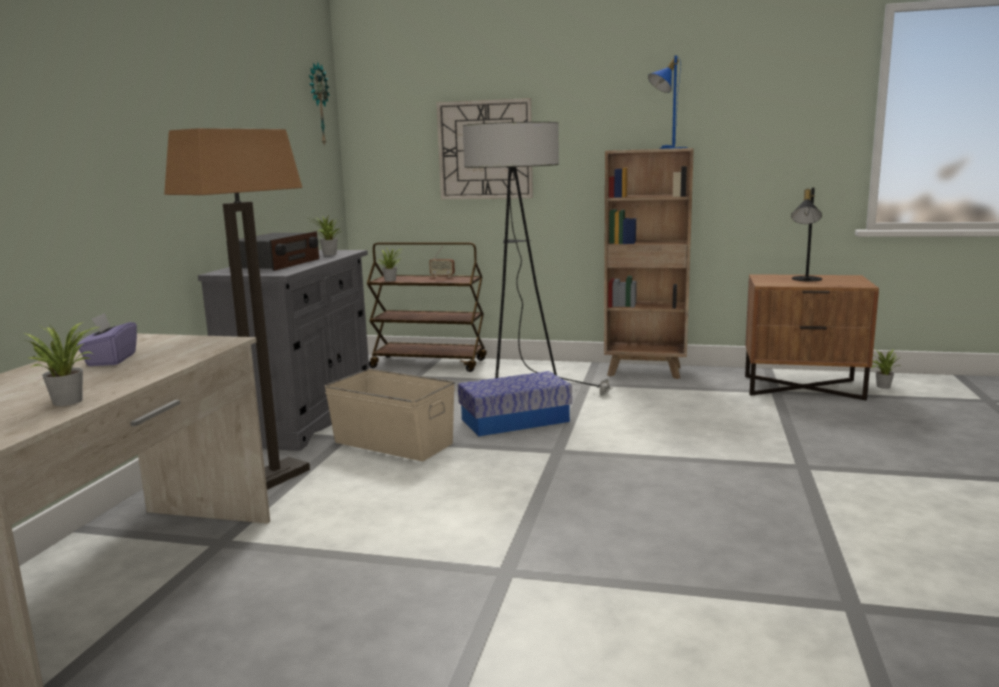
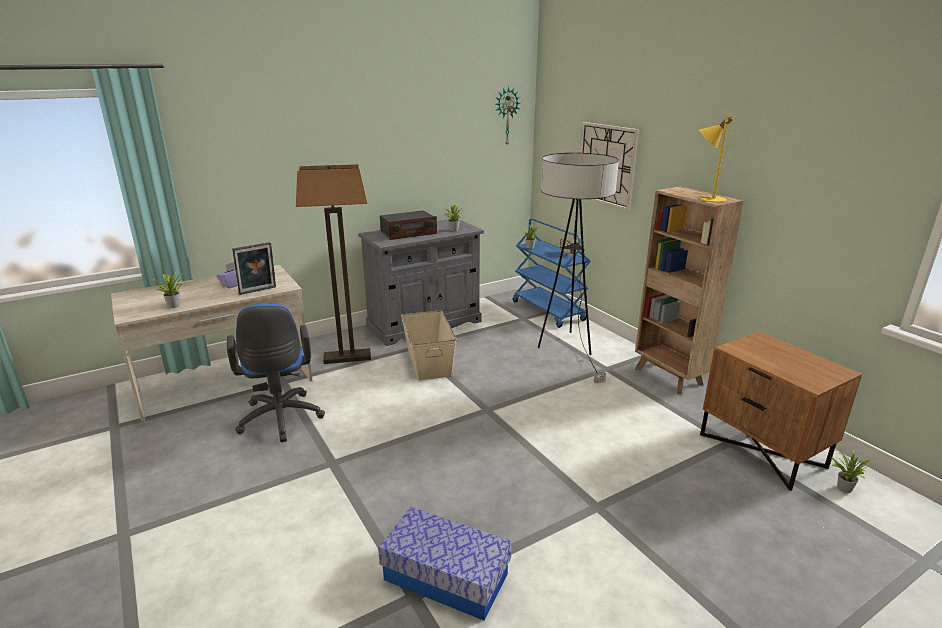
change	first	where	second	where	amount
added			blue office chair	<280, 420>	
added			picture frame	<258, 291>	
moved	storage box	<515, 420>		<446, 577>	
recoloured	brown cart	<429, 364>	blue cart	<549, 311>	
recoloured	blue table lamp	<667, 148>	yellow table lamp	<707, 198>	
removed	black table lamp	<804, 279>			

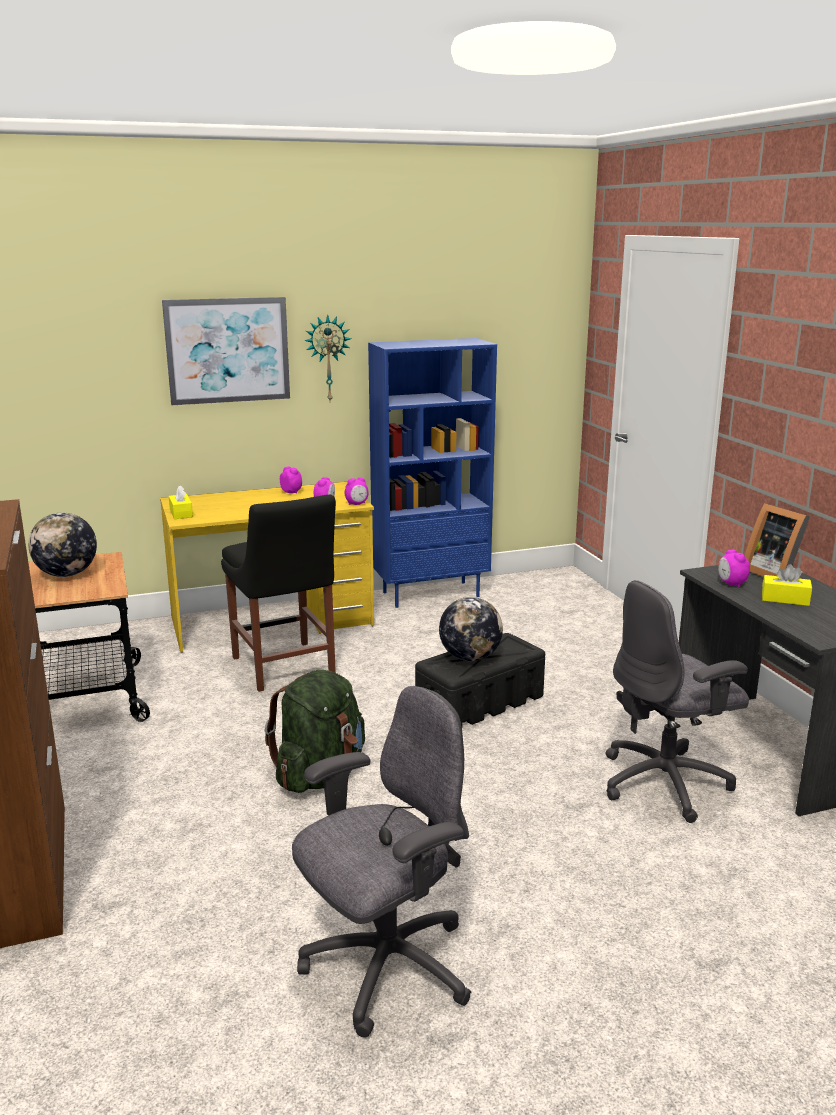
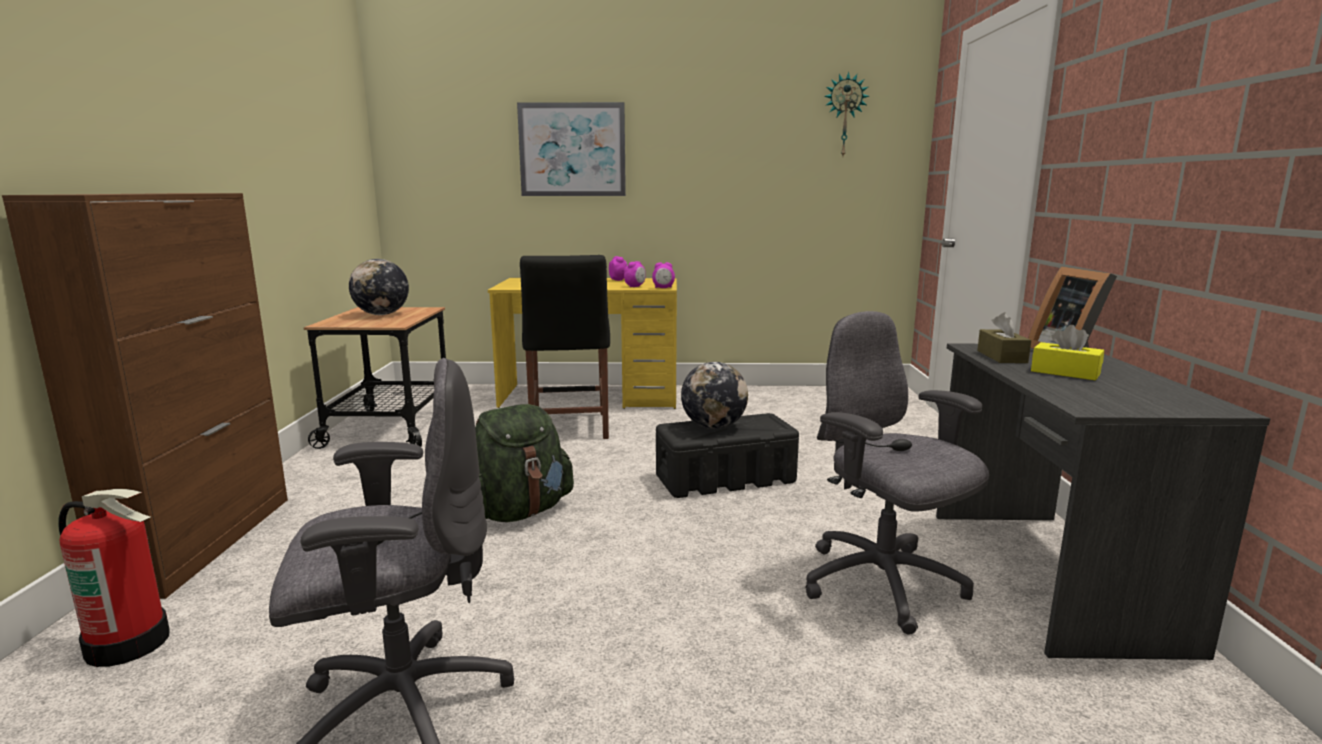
change	first	where	second	where	amount
added			fire extinguisher	<129, 643>	
turned	grey office chair	<666, 783>		<883, 585>	60 degrees clockwise
moved	wall clock	<327, 358>		<844, 115>	
replaced	alarm clock	<731, 584>	brown tissue box	<1001, 356>	
removed	yellow tissue box	<181, 513>			
removed	blue bookcase	<431, 594>			

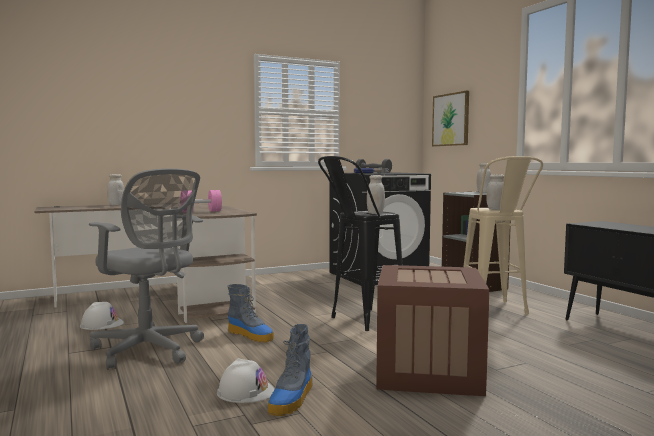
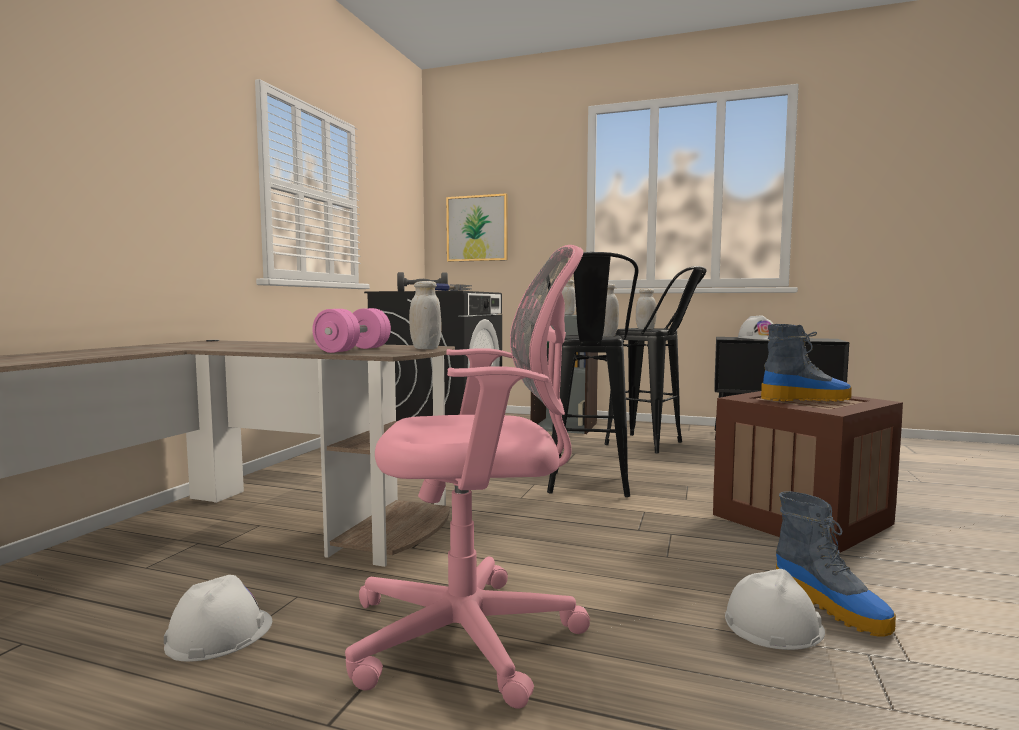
change	first	where	second	where	amount
recoloured	grey office chair	<149, 351>	pink office chair	<475, 636>	
moved	white jar	<116, 205>		<425, 348>	
recoloured	beige stool	<497, 311>	black stool	<655, 445>	
added			white hard hat	<758, 338>	
moved	boot	<251, 335>		<805, 399>	

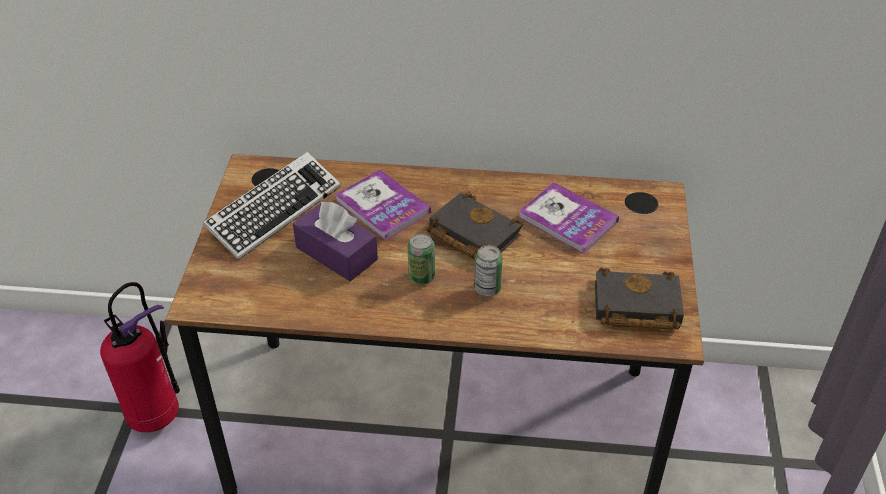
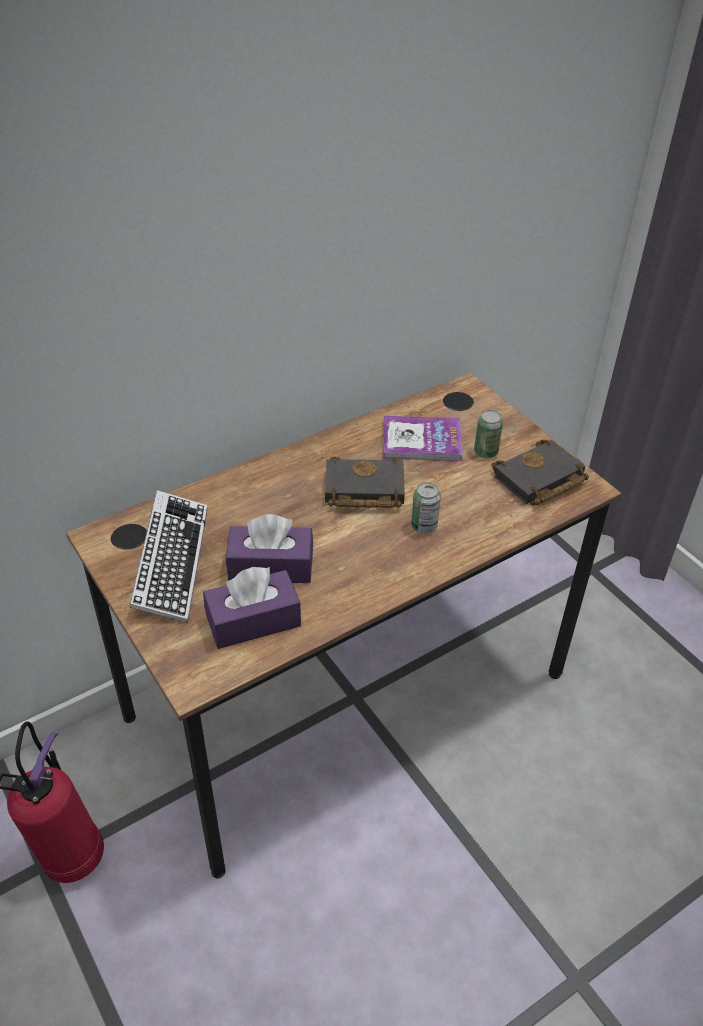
change	first	where	second	where	amount
added			purple tissue box	<253, 621>	
moved	can	<421, 277>		<485, 452>	
removed	book	<382, 207>			

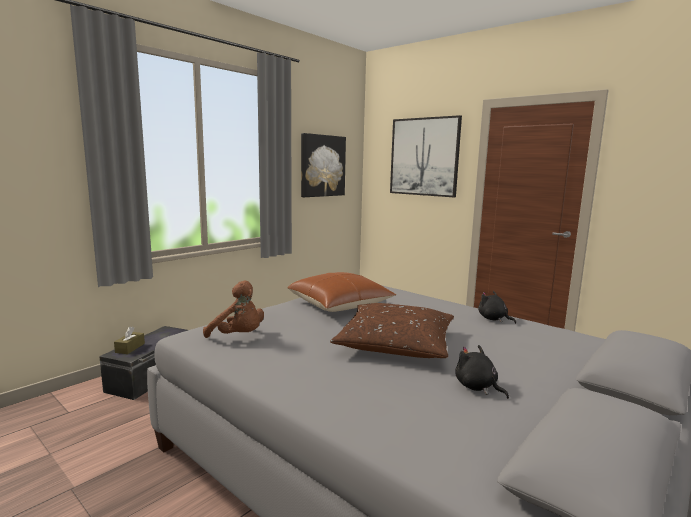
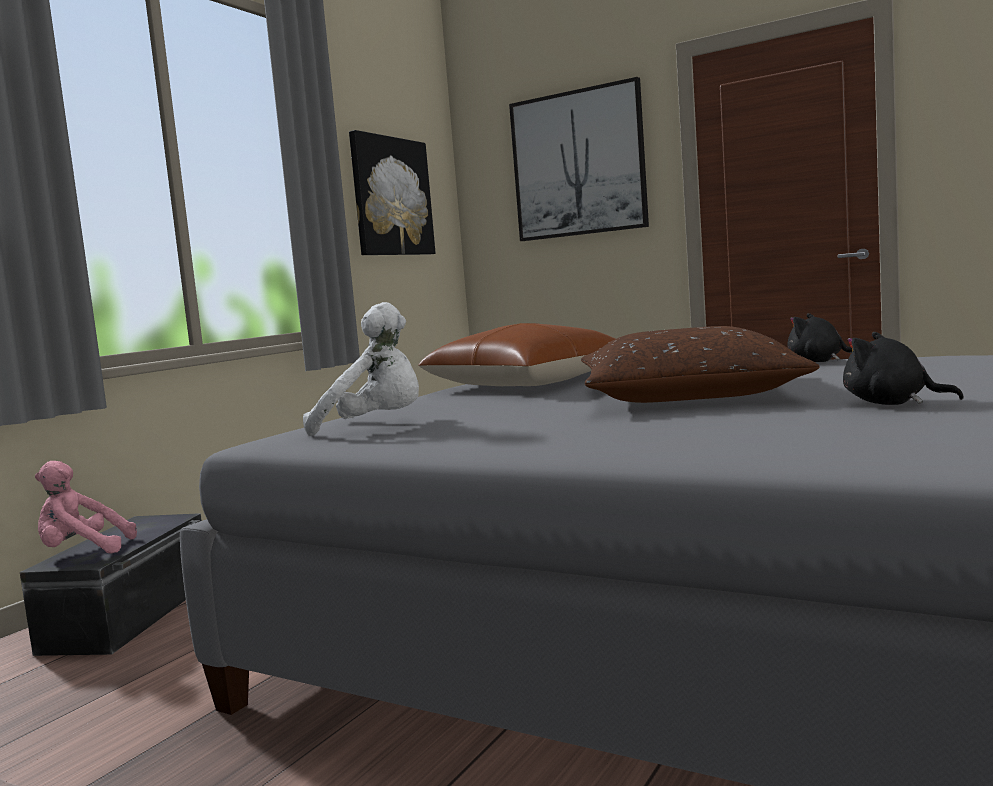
change	first	where	second	where	amount
replaced	brown tissue box	<130, 348>	pink plush toy	<82, 552>	
recoloured	brown plush toy	<238, 336>	white plush toy	<377, 427>	

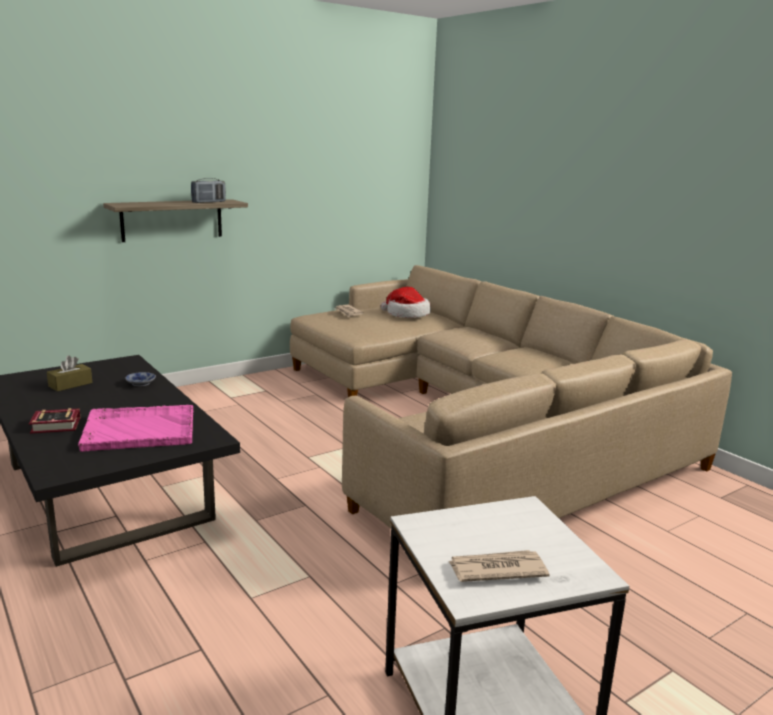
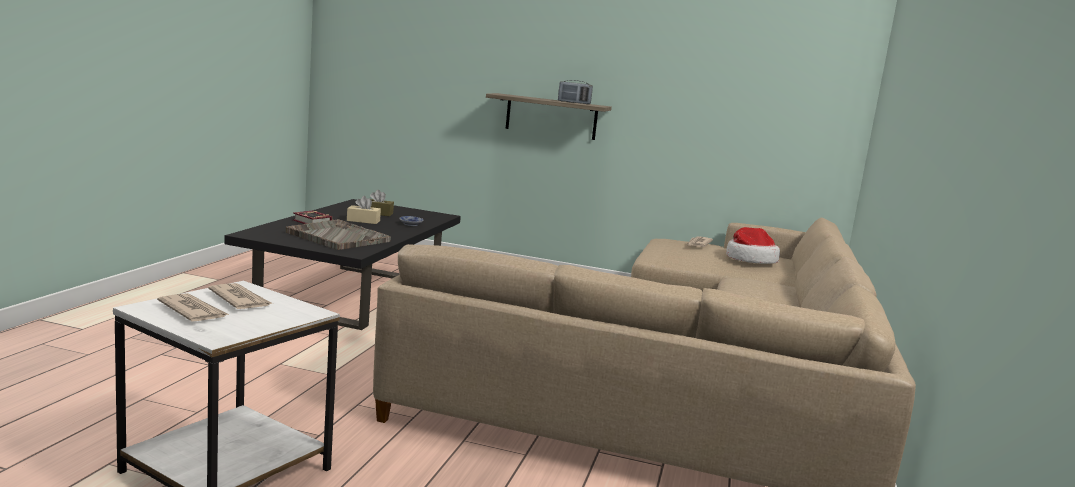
change	first	where	second	where	amount
added			newspaper	<240, 300>	
recoloured	pink tray	<138, 430>	grey tray	<337, 237>	
added			beige tissue box	<363, 221>	

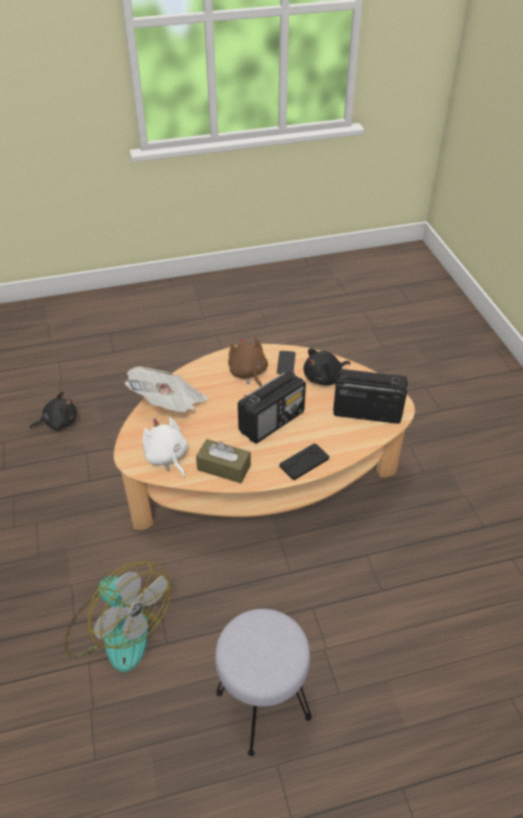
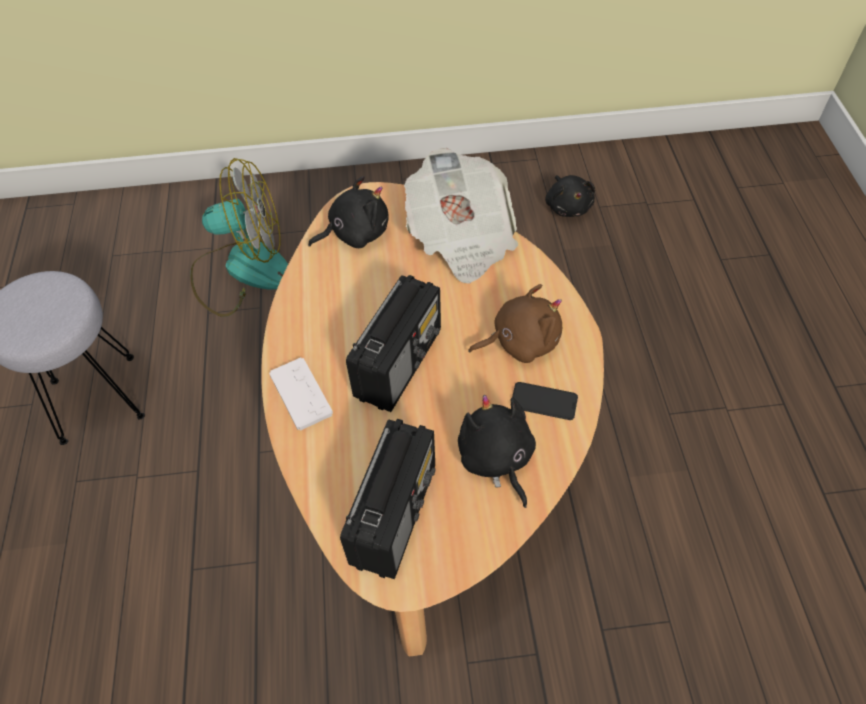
change	first	where	second	where	amount
turned	fan	<117, 628>		<242, 270>	150 degrees counterclockwise
recoloured	black game controller	<304, 462>	white game controller	<301, 394>	
recoloured	white plush toy	<167, 457>	black plush toy	<355, 233>	
turned	radio	<272, 421>		<399, 362>	120 degrees counterclockwise
removed	brown tissue box	<224, 467>			

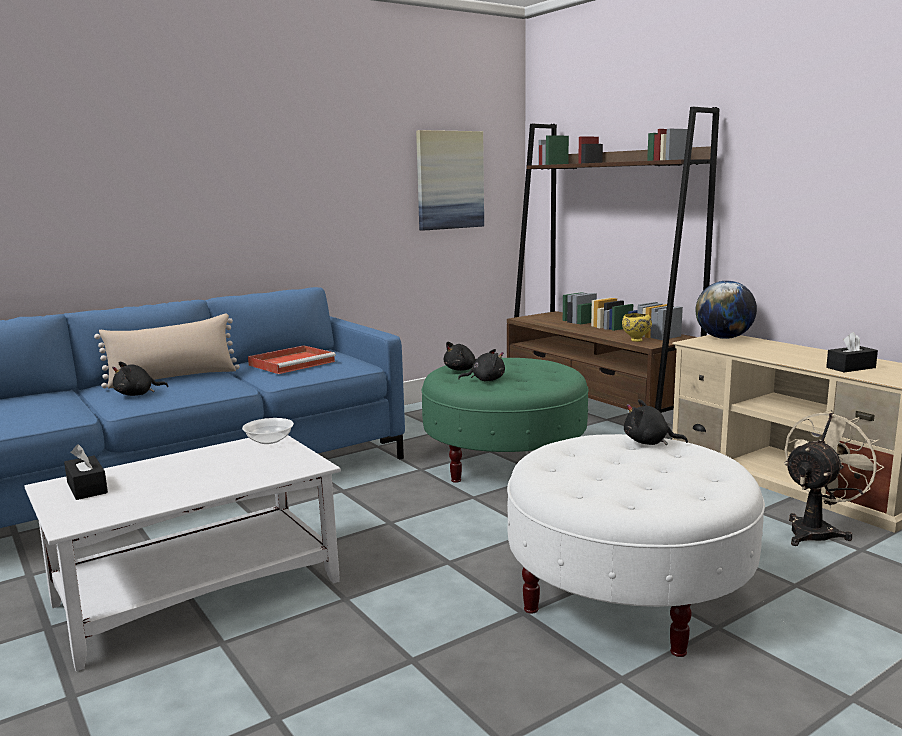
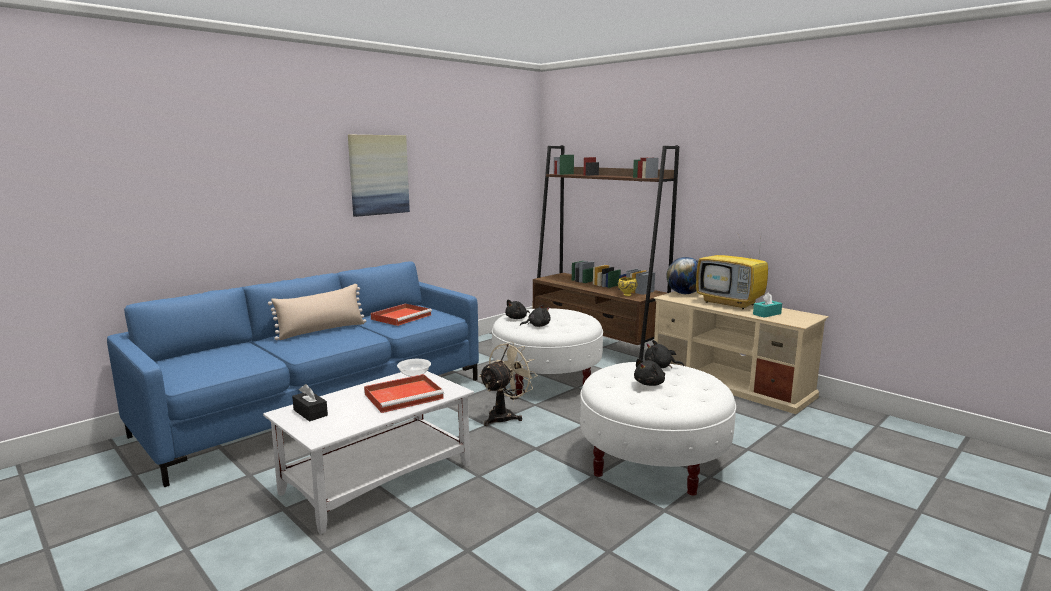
change	first	where	second	where	amount
moved	picture	<449, 180>		<378, 175>	
added			red tray	<405, 396>	
moved	beige fan	<817, 531>		<505, 416>	
recoloured	green ottoman	<505, 461>	white ottoman	<547, 379>	
moved	black plush toy	<137, 394>		<650, 384>	
added			television	<731, 303>	
recoloured	black tissue box	<850, 367>	turquoise tissue box	<767, 314>	

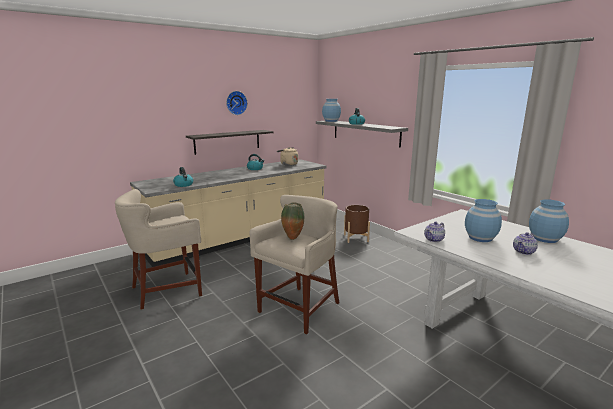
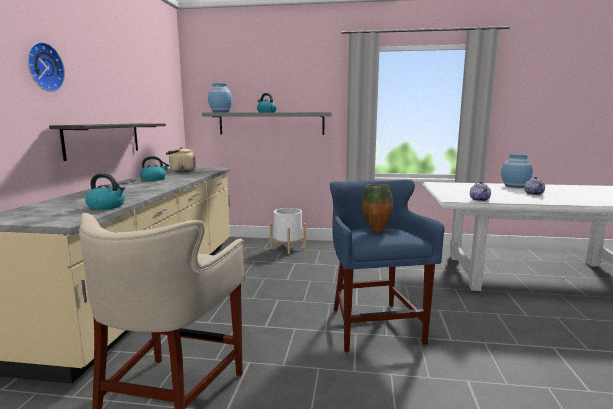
change	first	where	second	where	amount
moved	wall clock	<236, 103>		<43, 67>	
recoloured	brown planter	<356, 238>	white planter	<288, 248>	
recoloured	beige stool	<299, 309>	blue stool	<374, 327>	
removed	blue vase	<480, 238>			

